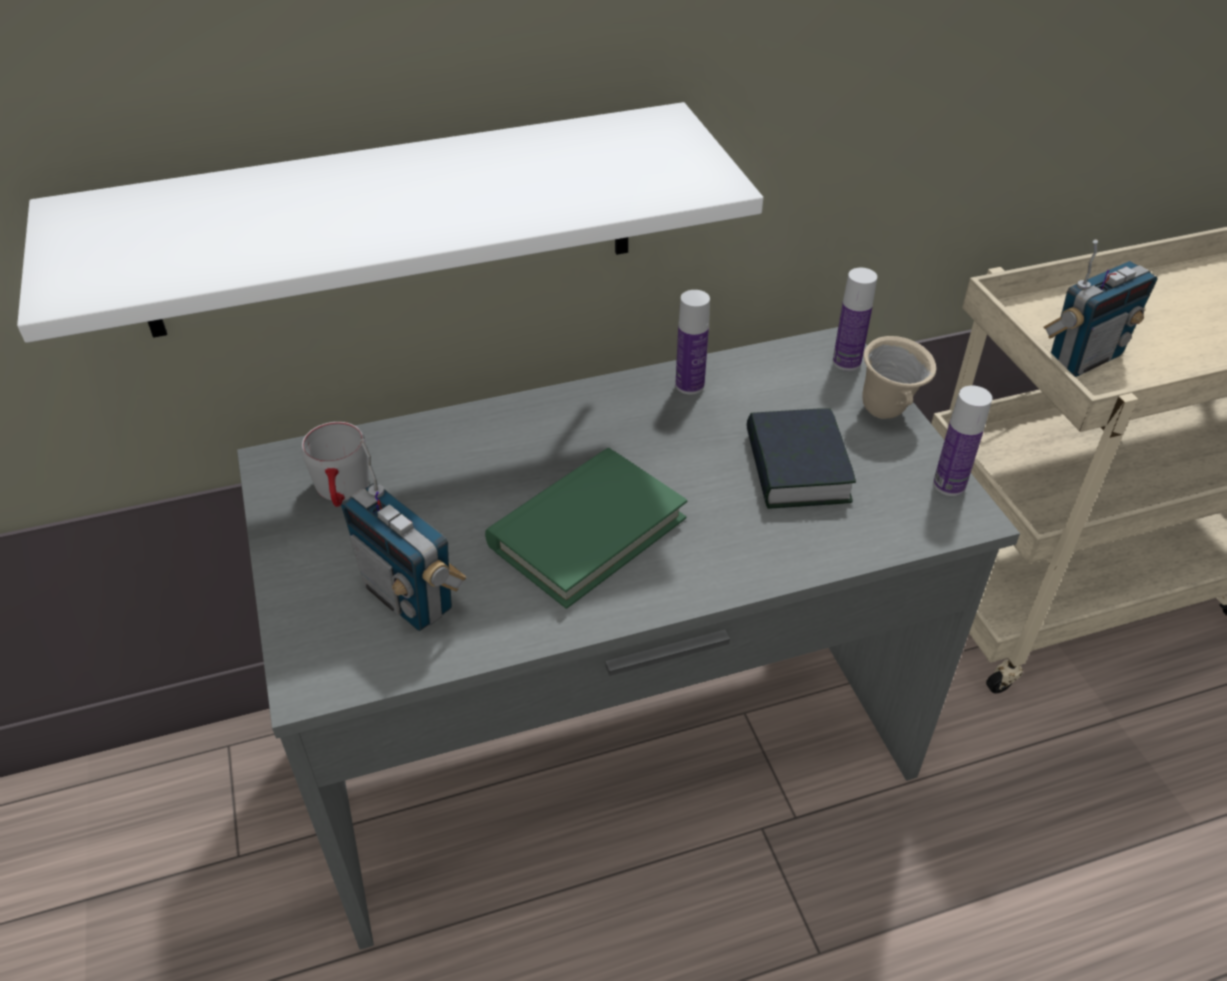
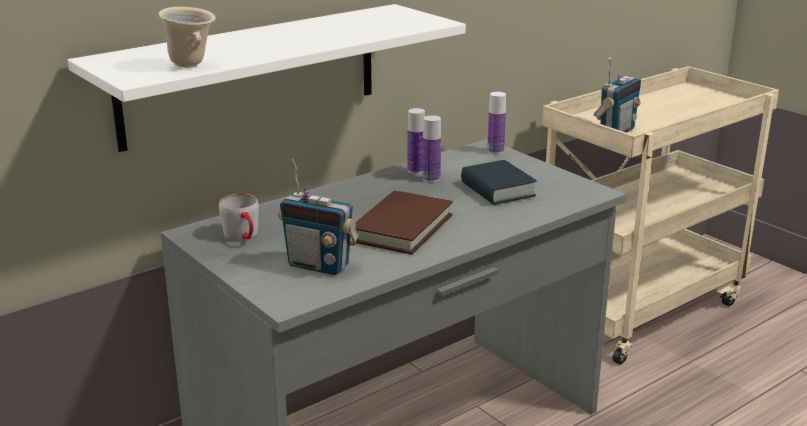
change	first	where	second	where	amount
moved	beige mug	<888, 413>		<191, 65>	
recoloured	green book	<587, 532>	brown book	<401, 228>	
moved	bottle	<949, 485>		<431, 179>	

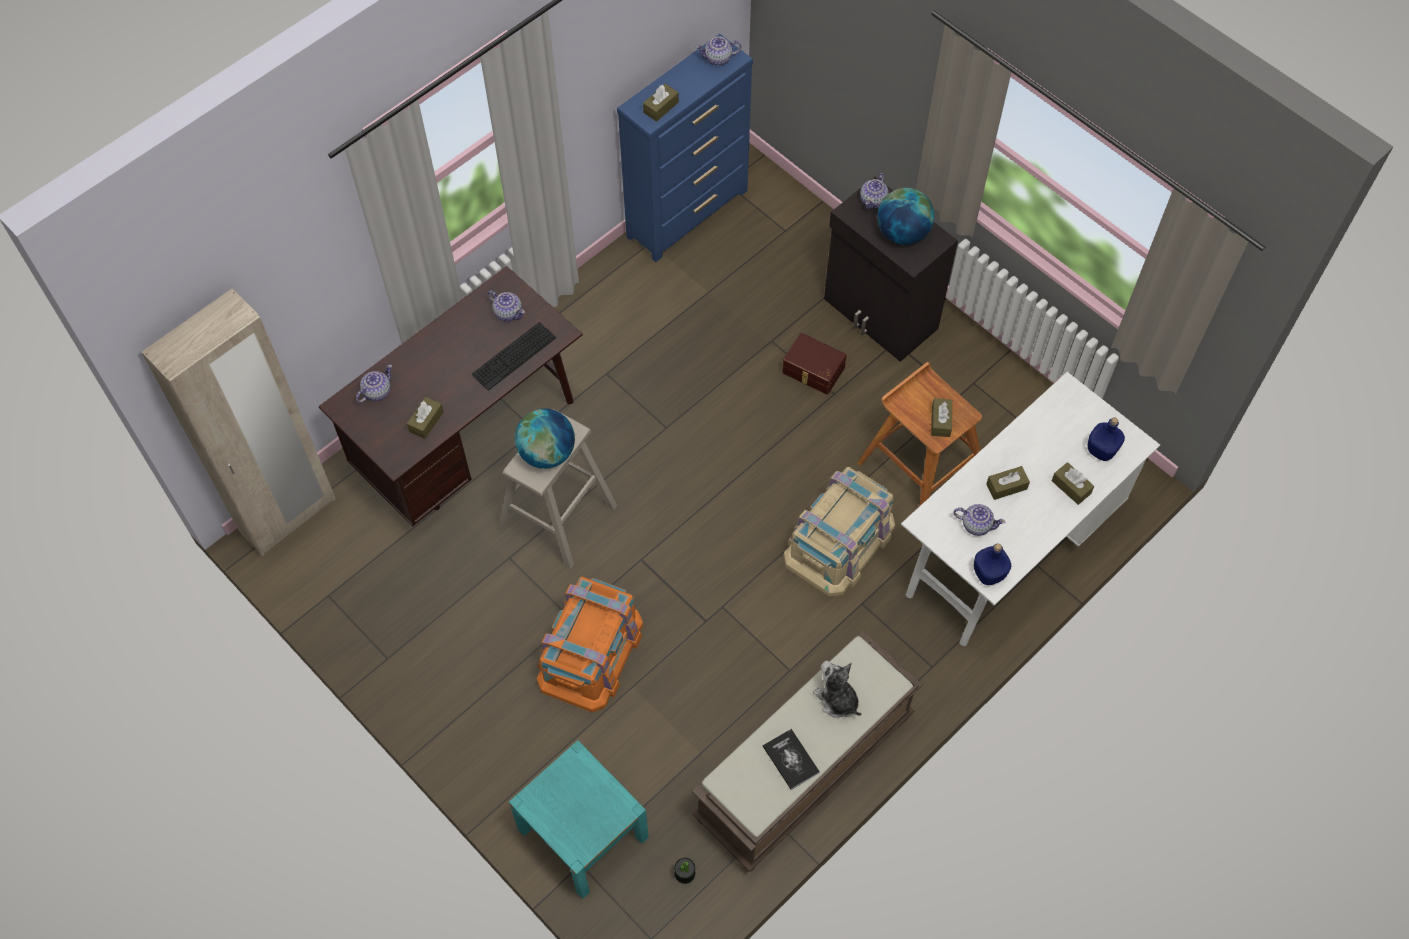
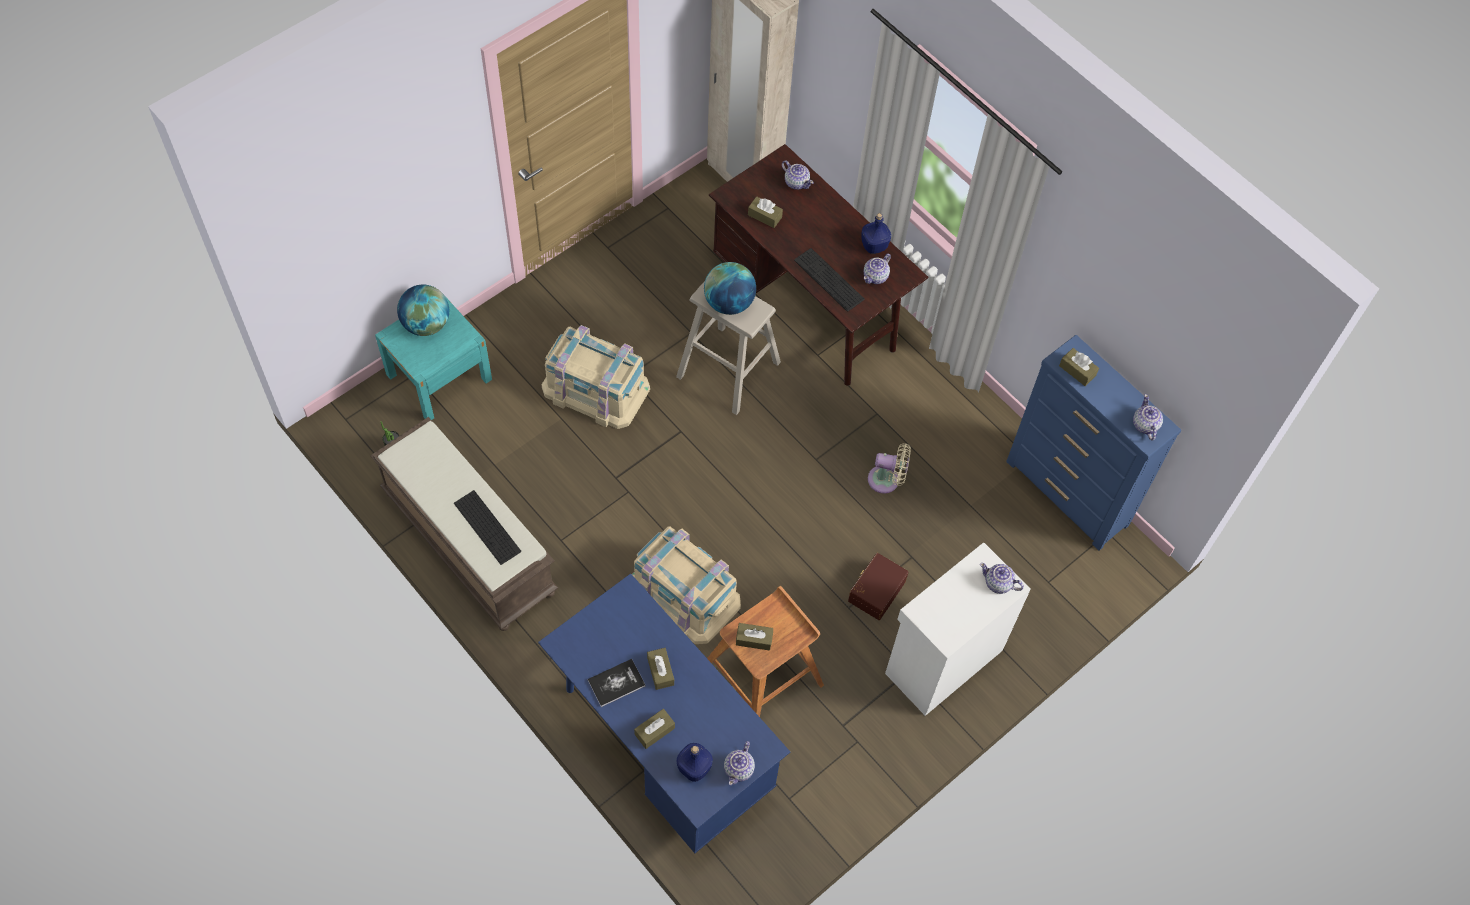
change	first	where	second	where	amount
moved	globe	<902, 233>		<426, 324>	
replaced	plush toy	<837, 699>	keyboard	<487, 527>	
recoloured	white desk	<1008, 551>	blue desk	<662, 745>	
recoloured	orange storage box	<590, 652>	beige storage box	<596, 388>	
moved	book	<790, 759>		<616, 683>	
moved	teapot	<976, 524>		<739, 769>	
moved	blue bottle	<988, 573>		<874, 246>	
added			beige fan	<887, 480>	
recoloured	black cabinet	<880, 315>	white cabinet	<942, 661>	

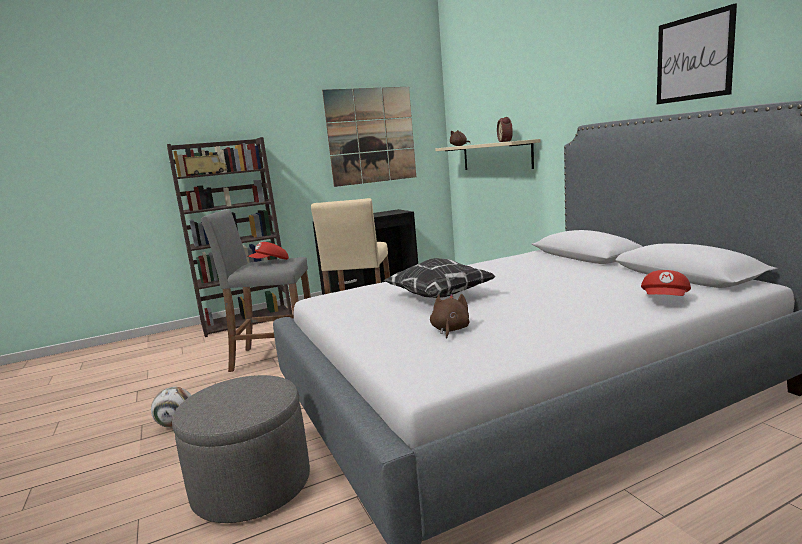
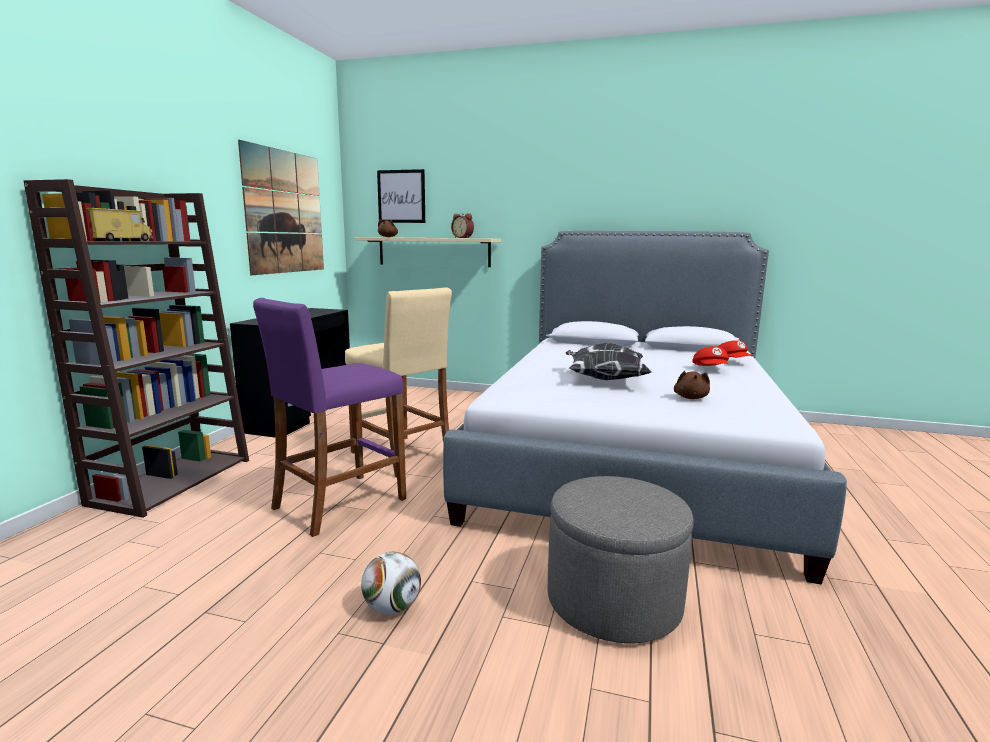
change	first	where	second	where	amount
recoloured	grey stool	<274, 357>	purple stool	<339, 503>	
moved	picture	<694, 58>		<401, 196>	
turned	brown plush toy	<450, 330>		<691, 398>	135 degrees counterclockwise
moved	red cap	<270, 262>		<711, 369>	

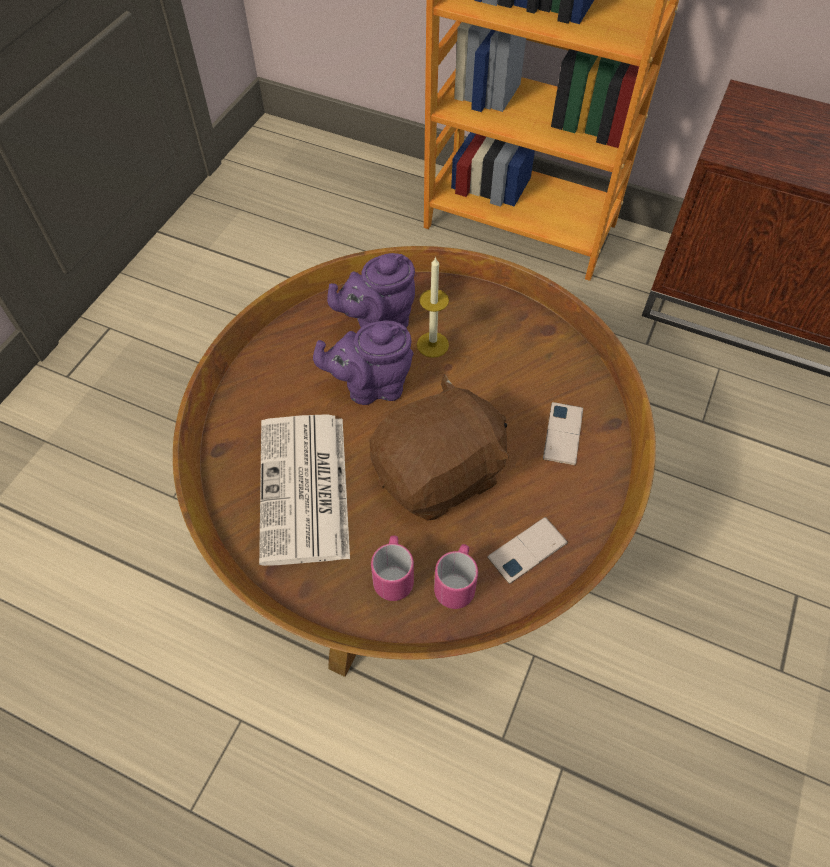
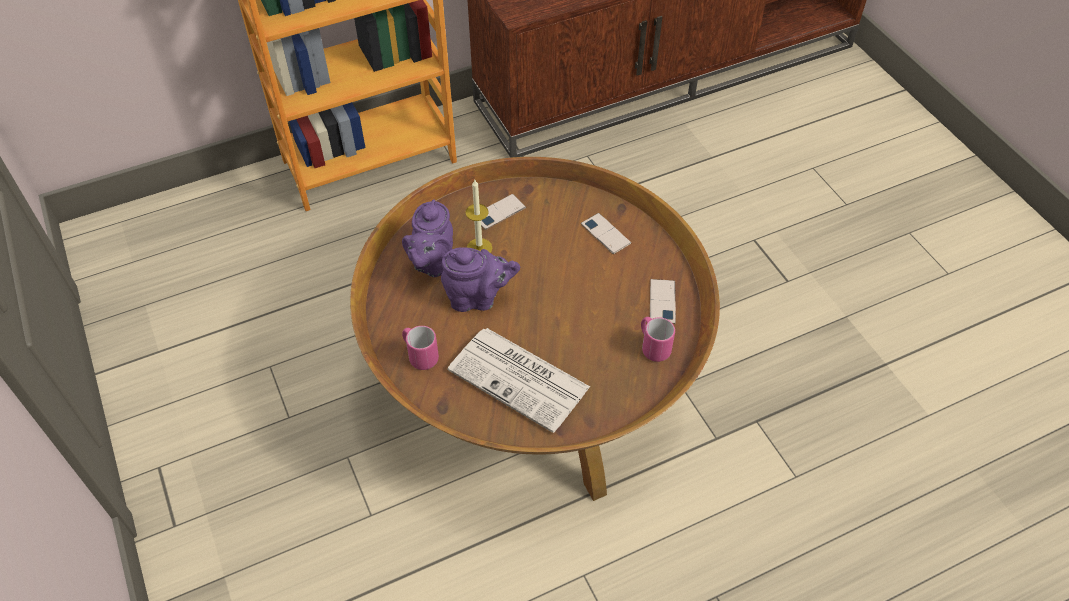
change	first	where	second	where	amount
moved	pink mug	<393, 575>		<420, 356>	
turned	purple teapot	<371, 386>		<478, 298>	120 degrees counterclockwise
added			phone	<499, 212>	
removed	brown plush toy	<440, 475>			

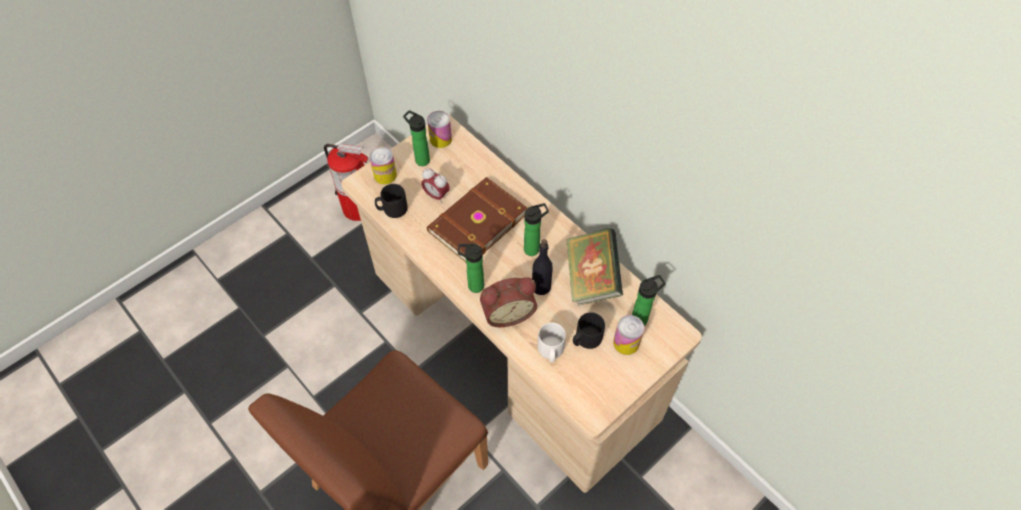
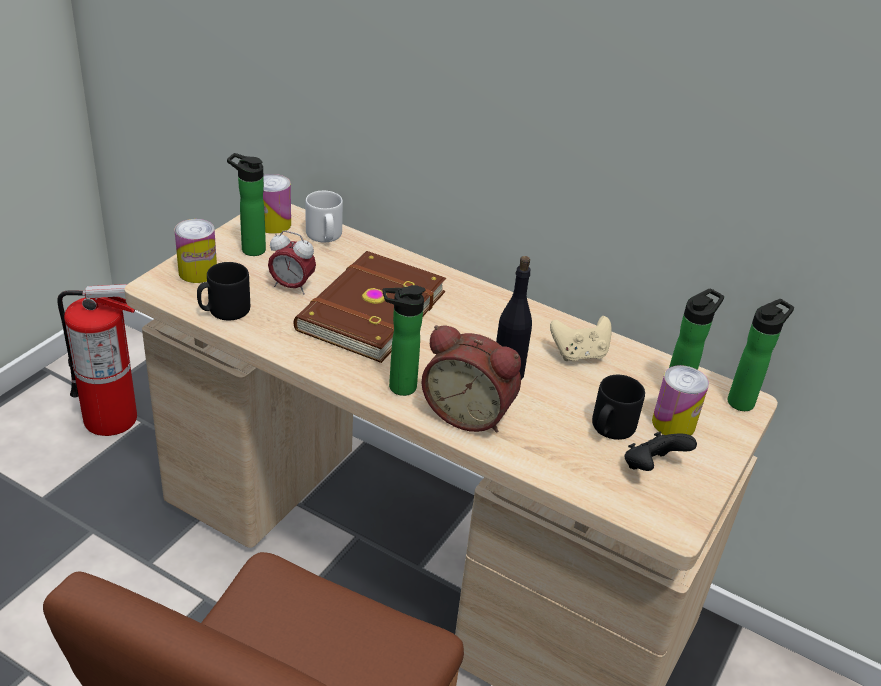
change	first	where	second	where	amount
moved	white mug	<550, 351>		<325, 236>	
turned	alarm clock	<507, 312>		<469, 413>	60 degrees clockwise
replaced	book	<591, 278>	beige game controller	<579, 354>	
added			black game controller	<652, 467>	
moved	bottle	<534, 249>		<743, 401>	

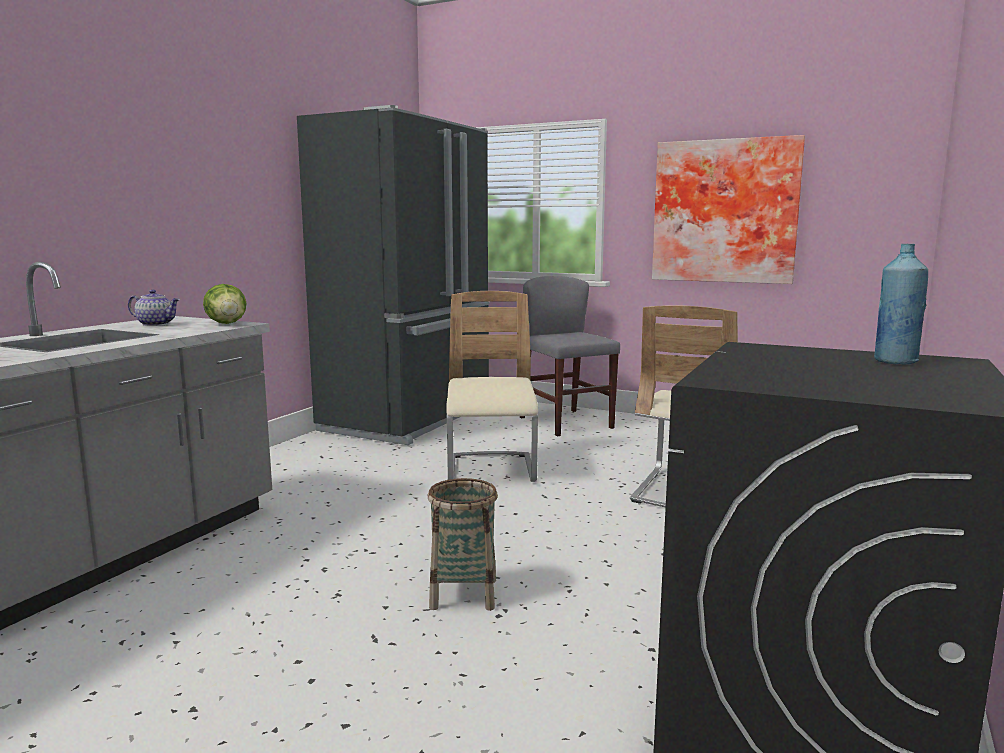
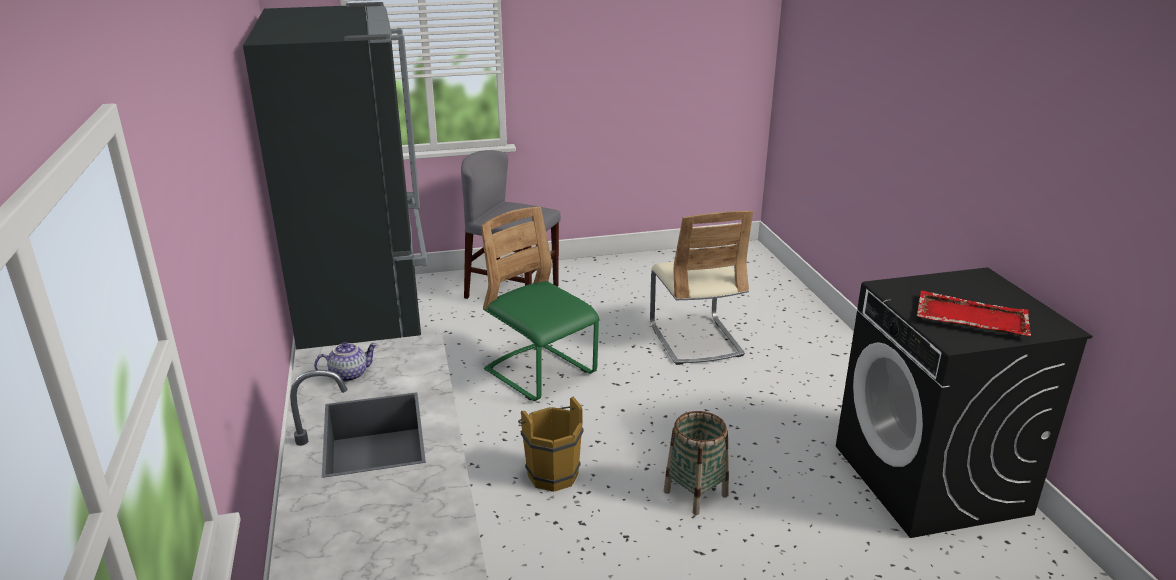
change	first	where	second	where	amount
recoloured	beige chair	<491, 471>	green chair	<540, 373>	
added			brown bucket	<551, 472>	
added			red tray	<970, 317>	
removed	lettuce	<227, 324>			
removed	picture	<725, 211>			
removed	blue bottle	<895, 362>			

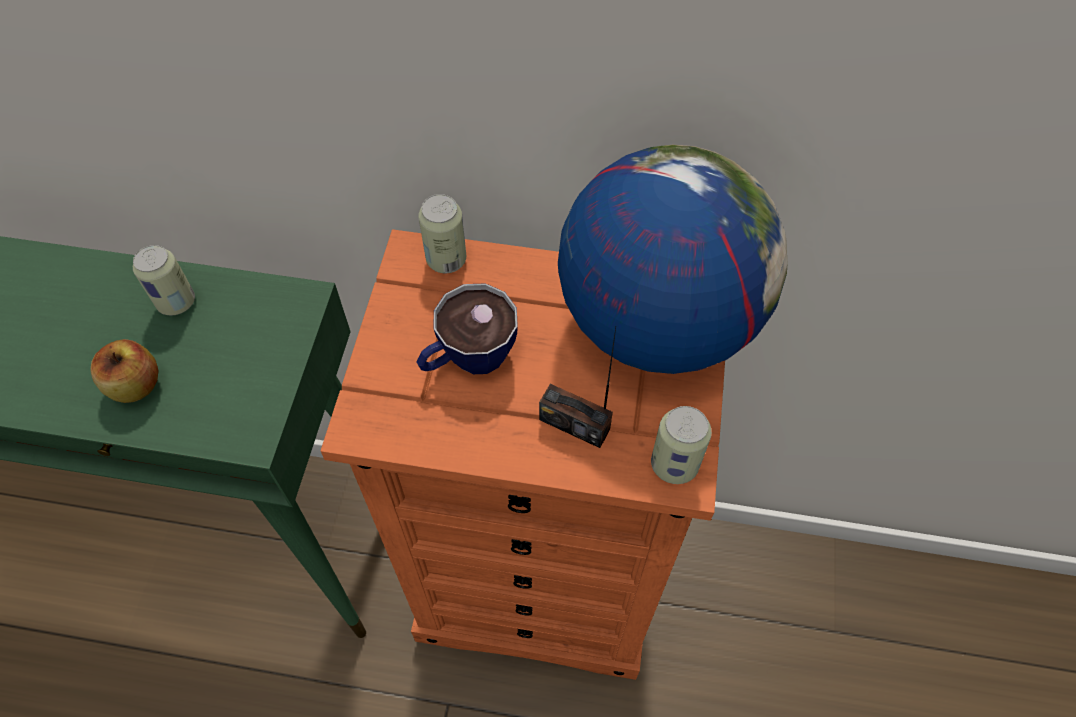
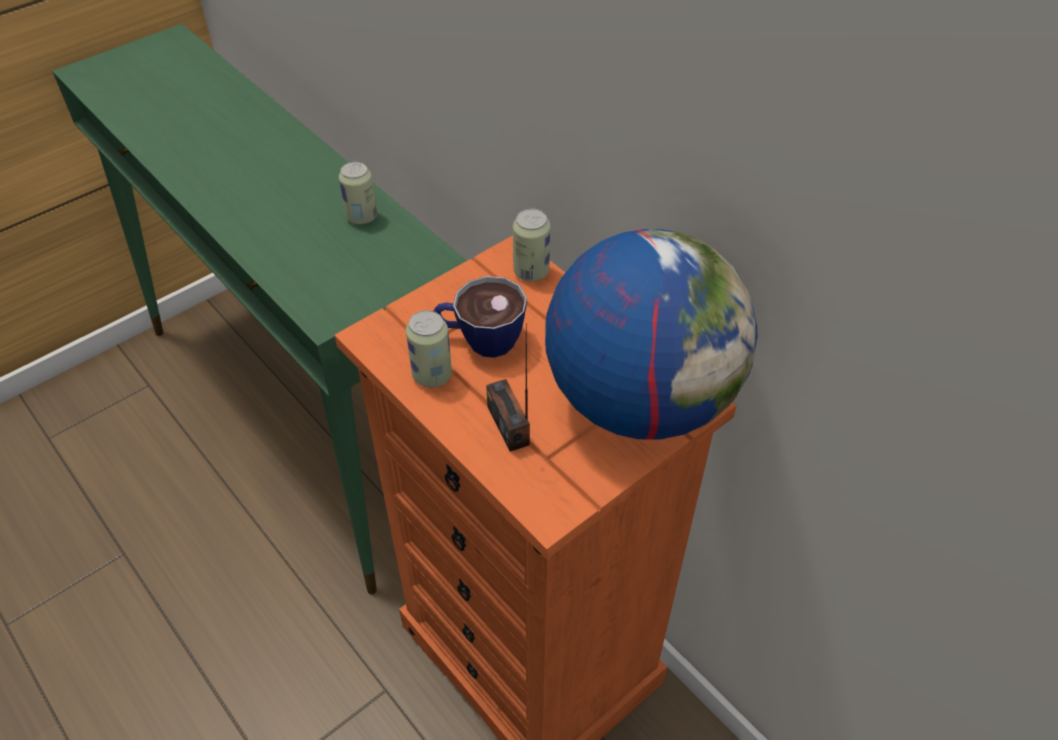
change	first	where	second	where	amount
moved	can	<674, 465>		<432, 375>	
removed	apple	<136, 385>			

